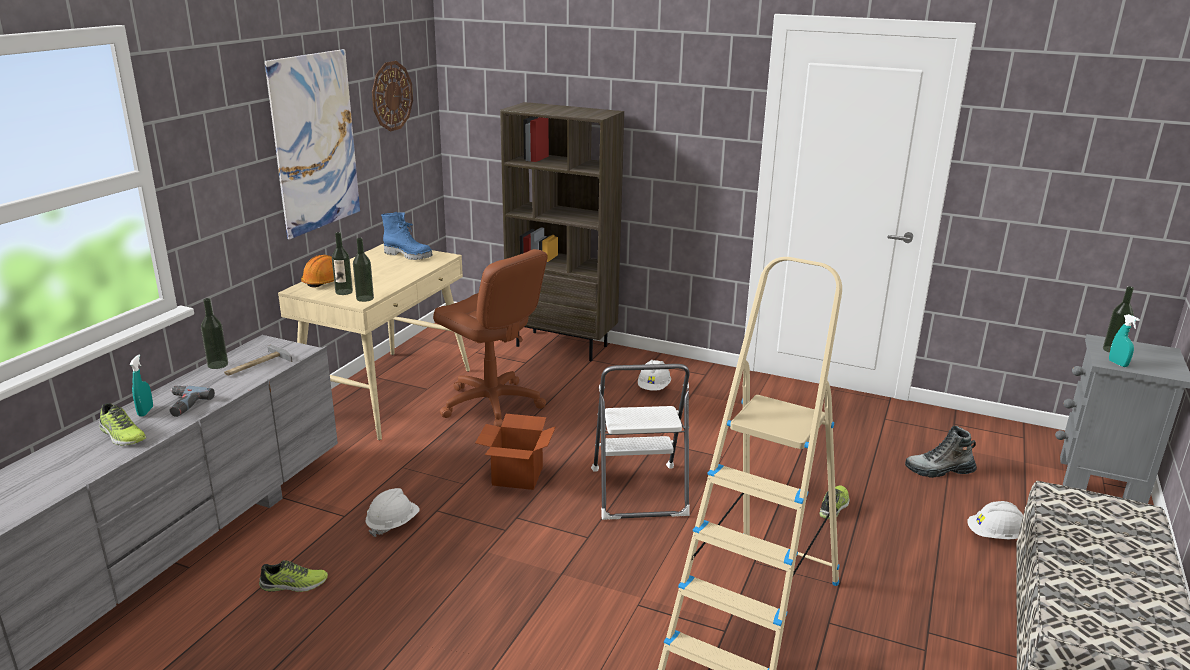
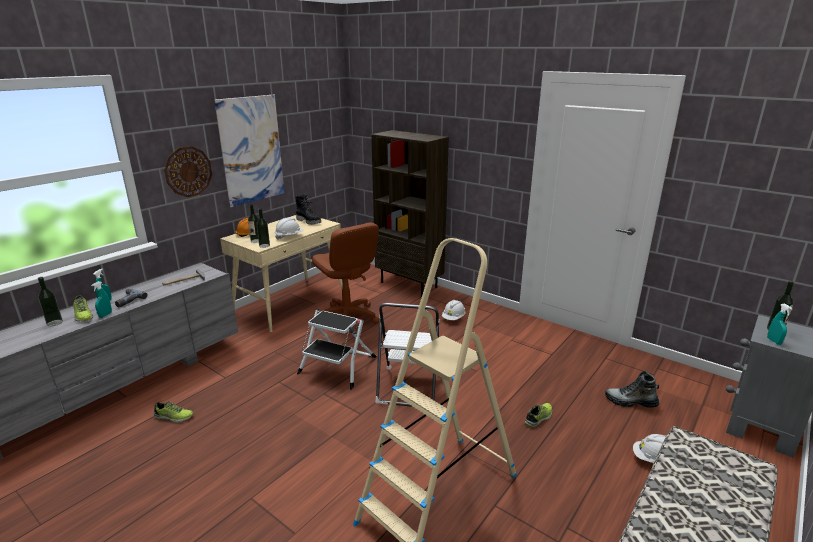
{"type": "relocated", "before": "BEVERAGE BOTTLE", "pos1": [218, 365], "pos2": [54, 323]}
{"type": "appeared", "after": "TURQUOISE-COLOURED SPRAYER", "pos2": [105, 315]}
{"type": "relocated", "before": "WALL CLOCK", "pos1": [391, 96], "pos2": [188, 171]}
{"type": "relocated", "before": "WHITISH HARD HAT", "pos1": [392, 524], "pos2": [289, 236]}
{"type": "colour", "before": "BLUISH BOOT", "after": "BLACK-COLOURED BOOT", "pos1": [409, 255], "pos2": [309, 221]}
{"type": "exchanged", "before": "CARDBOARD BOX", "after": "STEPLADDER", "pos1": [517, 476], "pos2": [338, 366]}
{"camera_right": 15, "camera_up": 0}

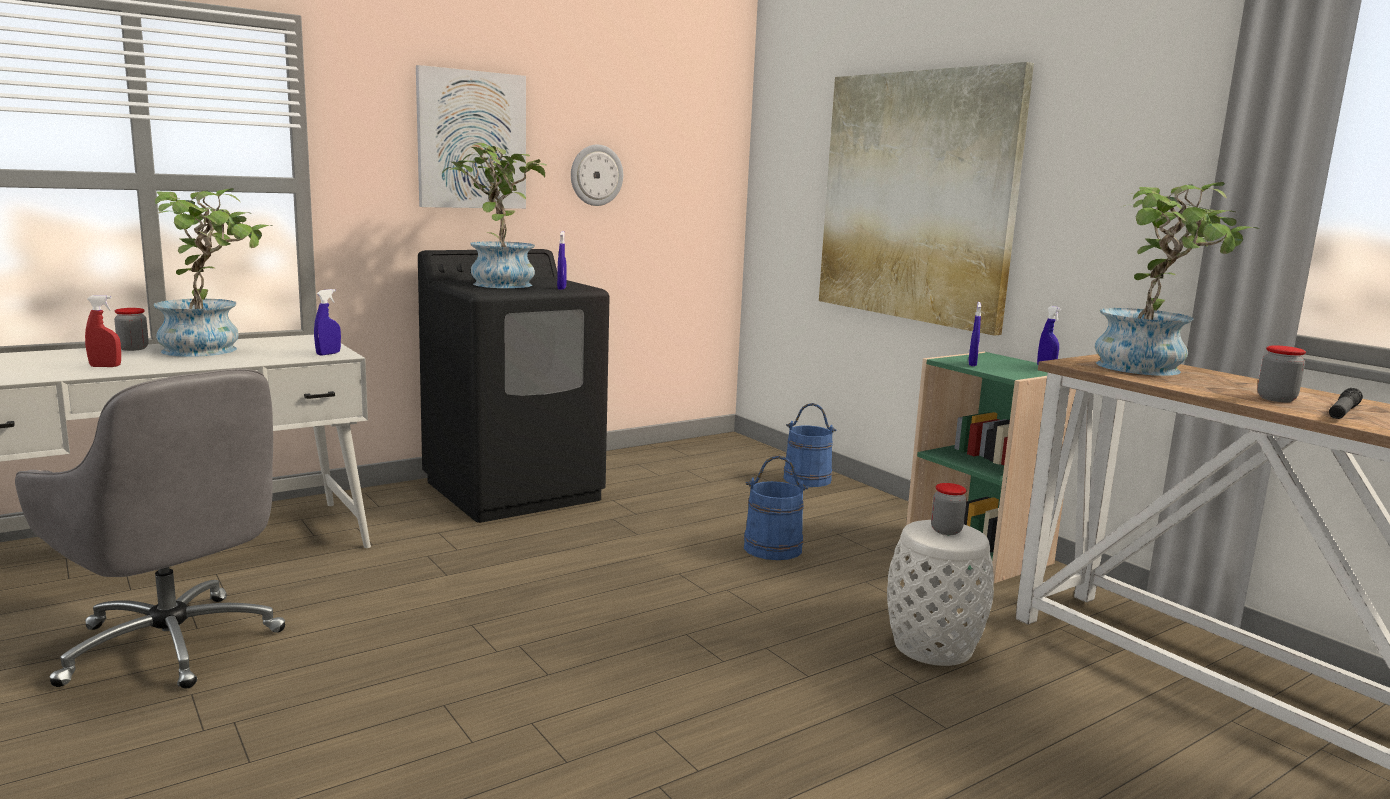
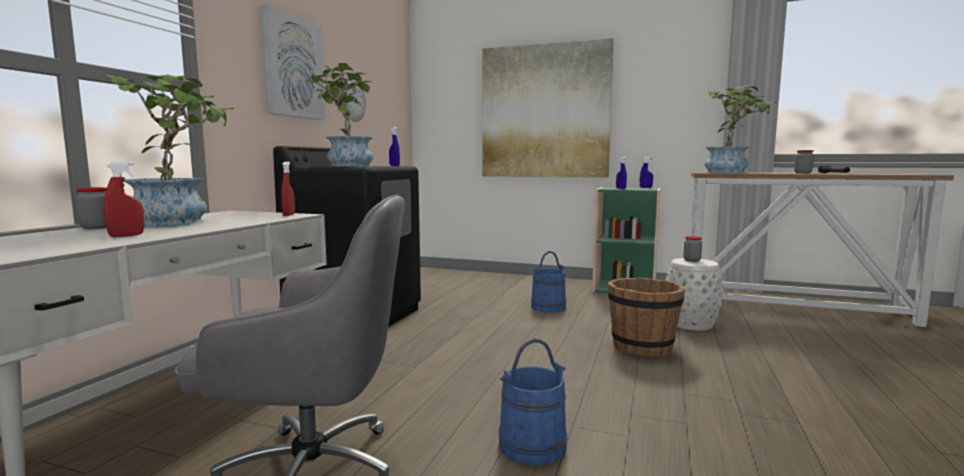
{"type": "colour", "before": "BLUISH SPRAYER", "after": "REDDISH SPRAYER", "pos1": [328, 354], "pos2": [289, 215]}
{"type": "relocated", "before": "BLUISH BUCKET", "pos1": [807, 479], "pos2": [532, 445]}
{"type": "appeared", "after": "BROWN-COLOURED BUCKET", "pos2": [642, 347]}
{"camera_right": -35, "camera_up": -5}

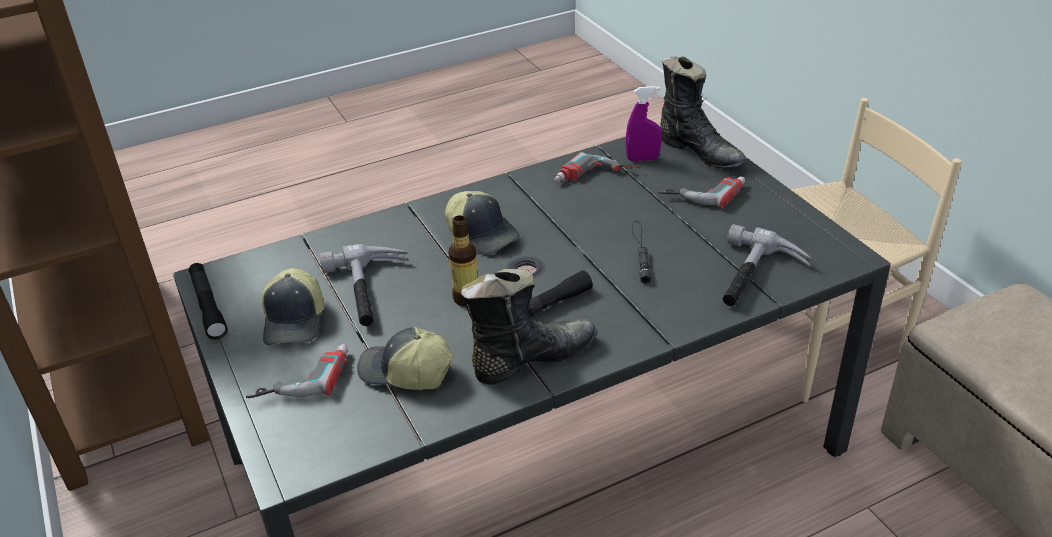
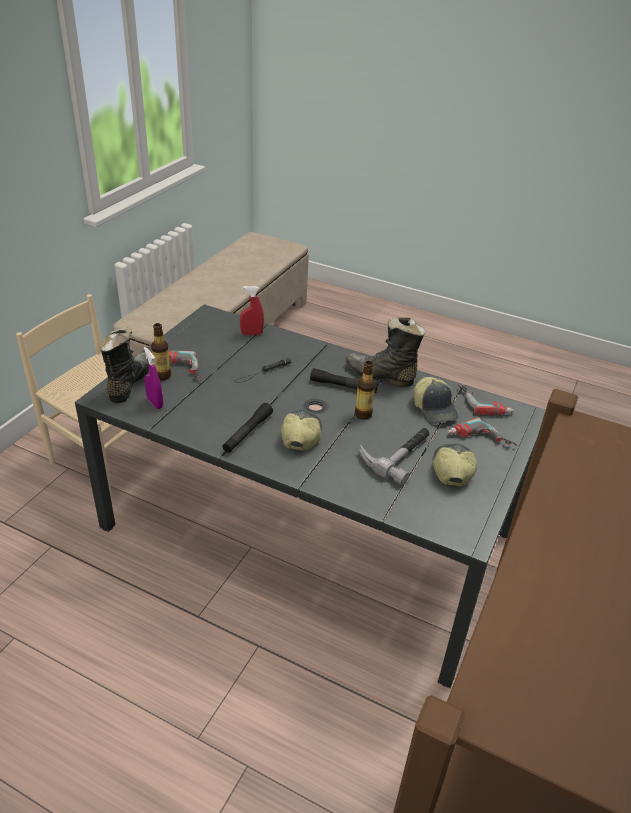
{"type": "appeared", "after": "BEVERAGE BOTTLE", "pos2": [162, 376]}
{"type": "relocated", "before": "BLACK-COLOURED FLASHLIGHT", "pos1": [208, 306], "pos2": [247, 432]}
{"type": "exchanged", "before": "HAMMER", "after": "REDDISH SPRAYER", "pos1": [756, 278], "pos2": [251, 333]}
{"type": "spun", "before": "BASEBALL CAP", "pos1": [296, 321], "pos2": [451, 468], "turn": -45}
{"type": "relocated", "before": "ELECTRIC DRILL", "pos1": [596, 178], "pos2": [484, 402]}
{"camera_right": -130, "camera_up": 0}

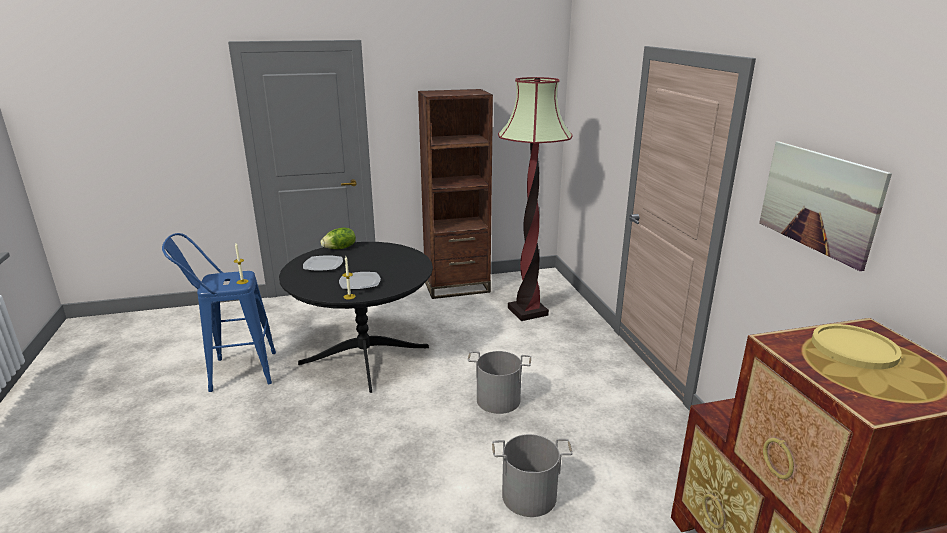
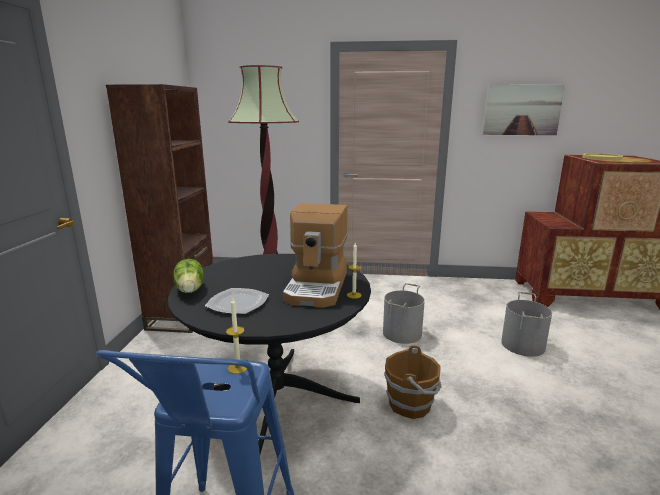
{"type": "exchanged", "before": "DINNER PLATE", "after": "COFFEE MACHINE", "pos1": [360, 282], "pos2": [318, 287]}
{"type": "appeared", "after": "BROWN-COLOURED BUCKET", "pos2": [411, 404]}
{"camera_right": -70, "camera_up": -5}

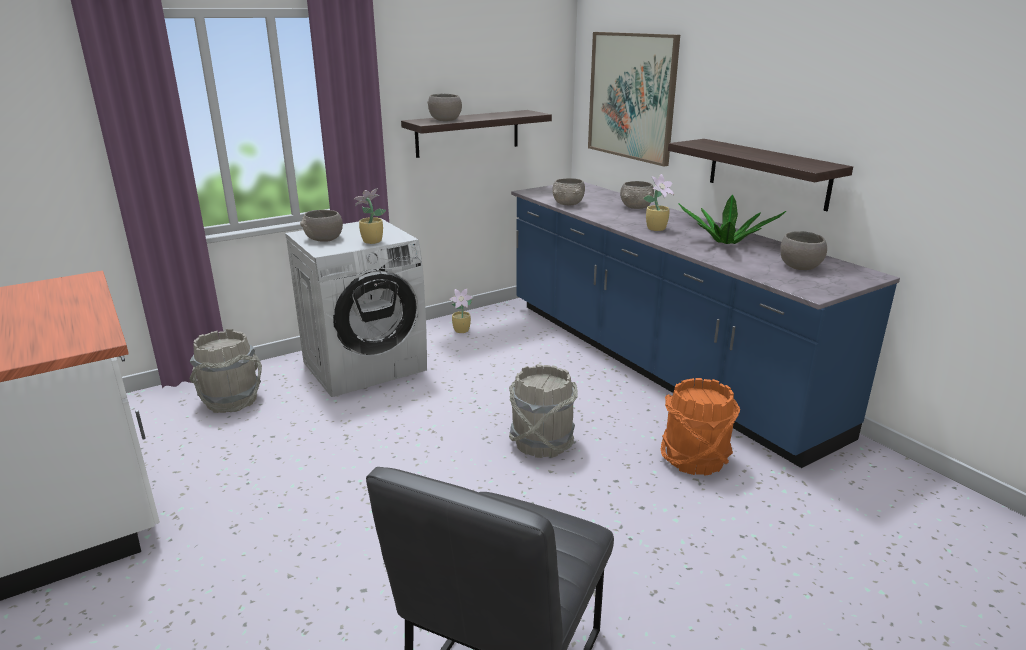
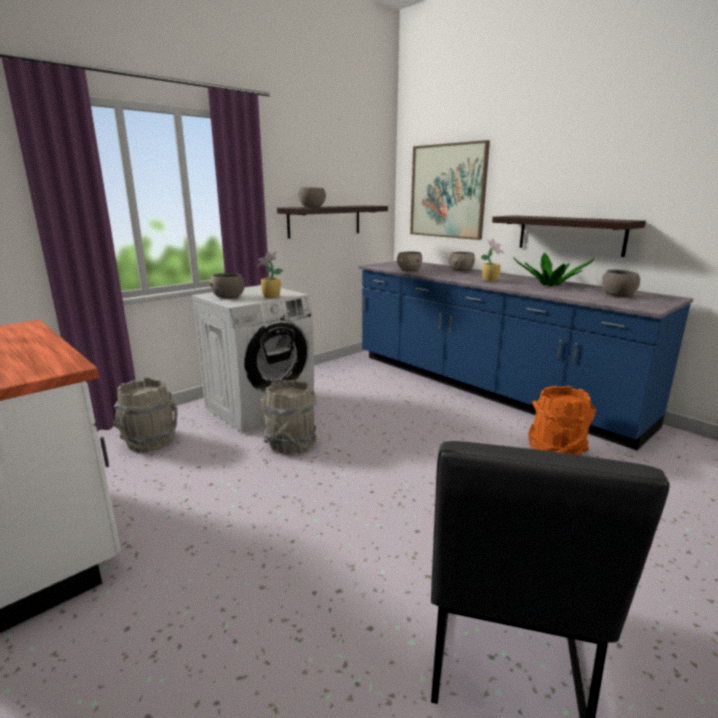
{"type": "relocated", "before": "GRAY BUCKET", "pos1": [542, 443], "pos2": [291, 444]}
{"type": "missing", "before": "POTTED PLANT", "pos1": [462, 330]}
{"camera_right": -10, "camera_up": -5}

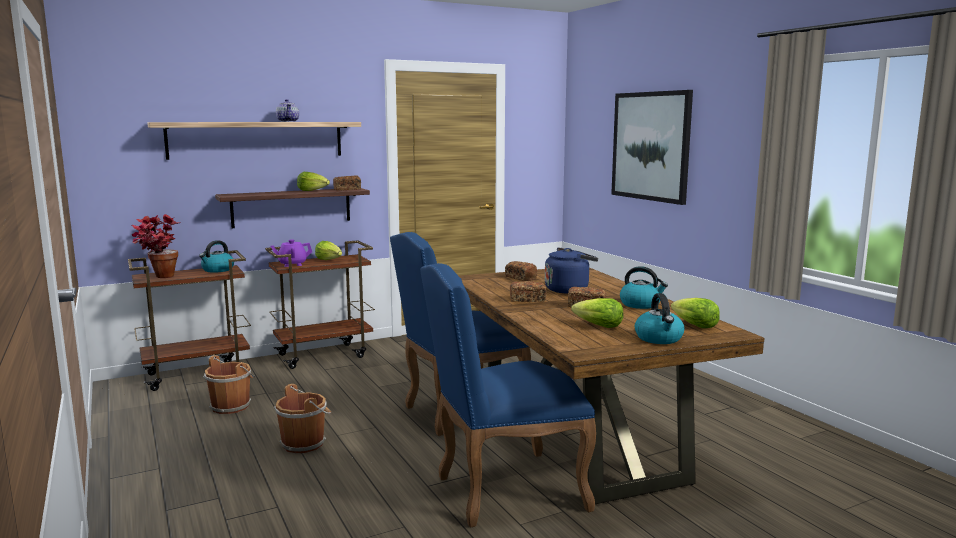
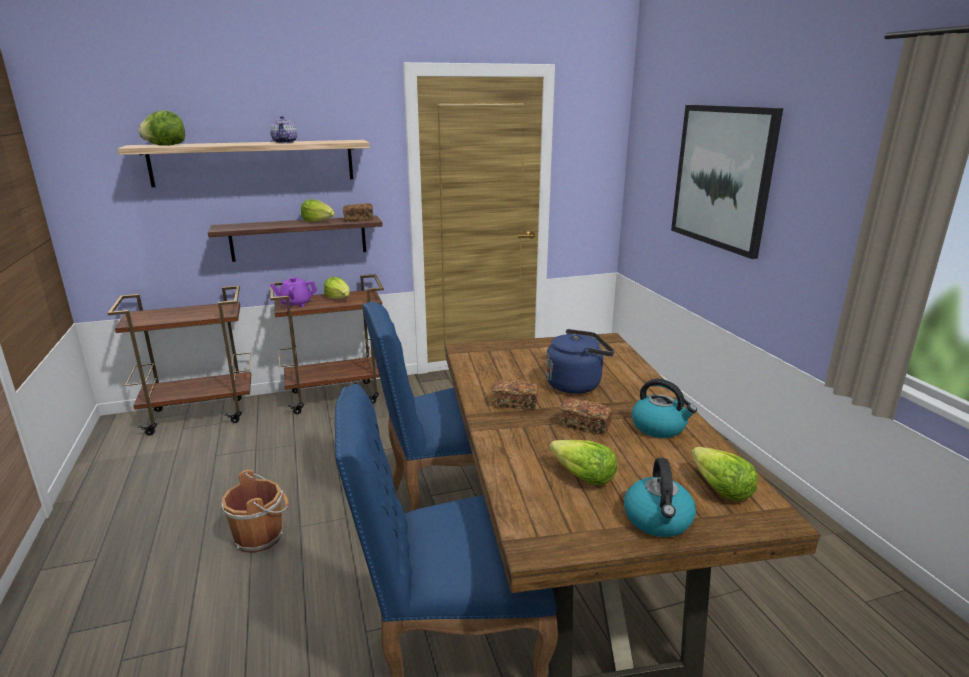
{"type": "appeared", "after": "LETTUCE HEAD", "pos2": [165, 145]}
{"type": "missing", "before": "POTTED PLANT", "pos1": [158, 278]}
{"type": "missing", "before": "WATER KETTLE", "pos1": [217, 270]}
{"type": "missing", "before": "BROWN-COLOURED BUCKET", "pos1": [232, 406]}
{"type": "missing", "before": "BAKED BREAD", "pos1": [520, 278]}
{"camera_right": 10, "camera_up": 10}

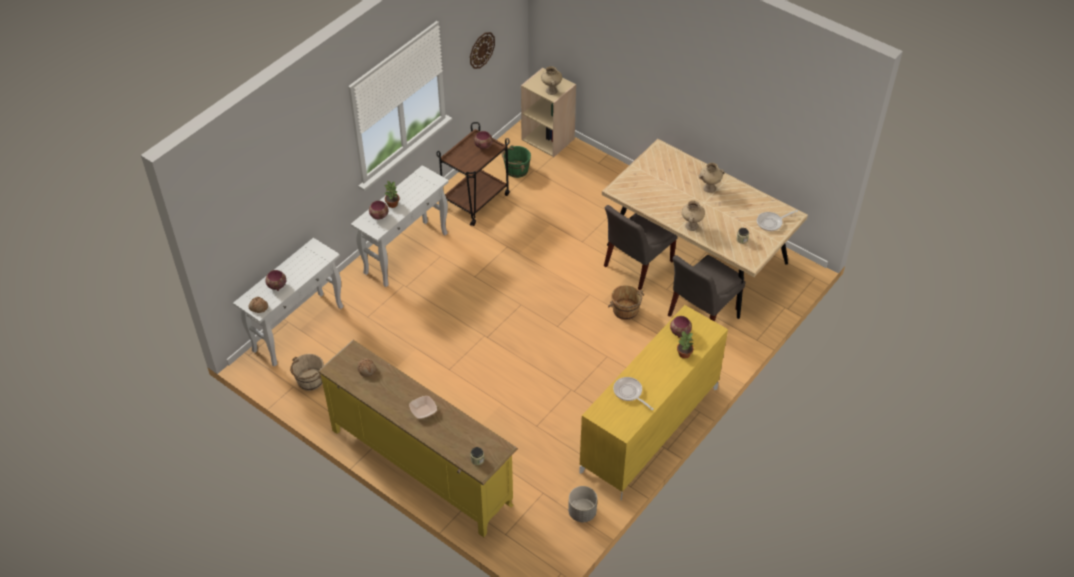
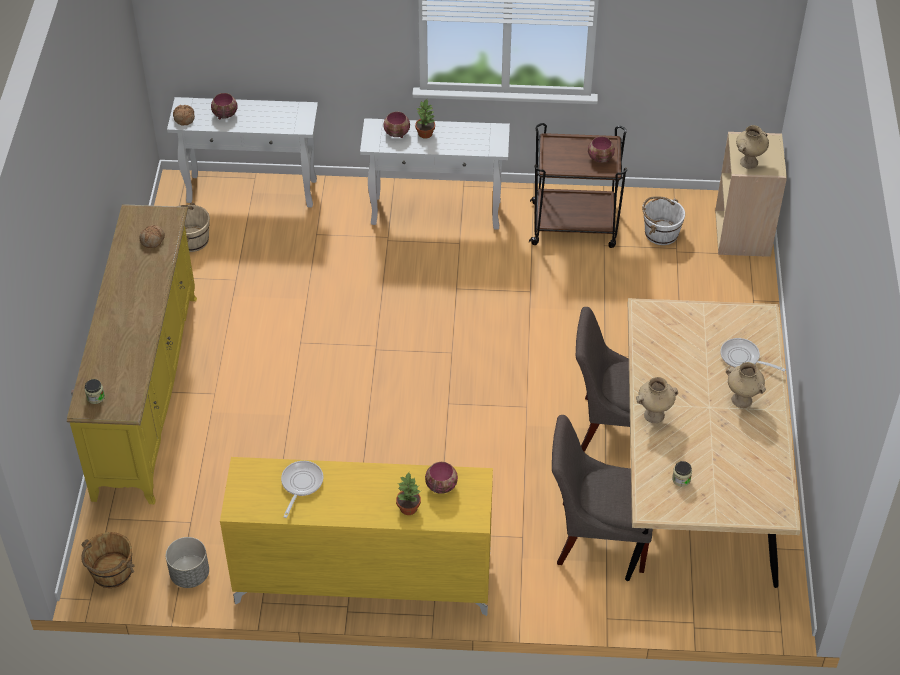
{"type": "relocated", "before": "BROWN-COLOURED BUCKET", "pos1": [625, 311], "pos2": [111, 572]}
{"type": "colour", "before": "GREENISH BUCKET", "after": "WHITISH BUCKET", "pos1": [516, 170], "pos2": [660, 233]}
{"type": "relocated", "before": "FRYING PAN", "pos1": [771, 222], "pos2": [743, 358]}
{"type": "missing", "before": "SERVING BOWL", "pos1": [423, 410]}
{"type": "missing", "before": "WALL CLOCK", "pos1": [481, 50]}
{"camera_right": 55, "camera_up": 0}

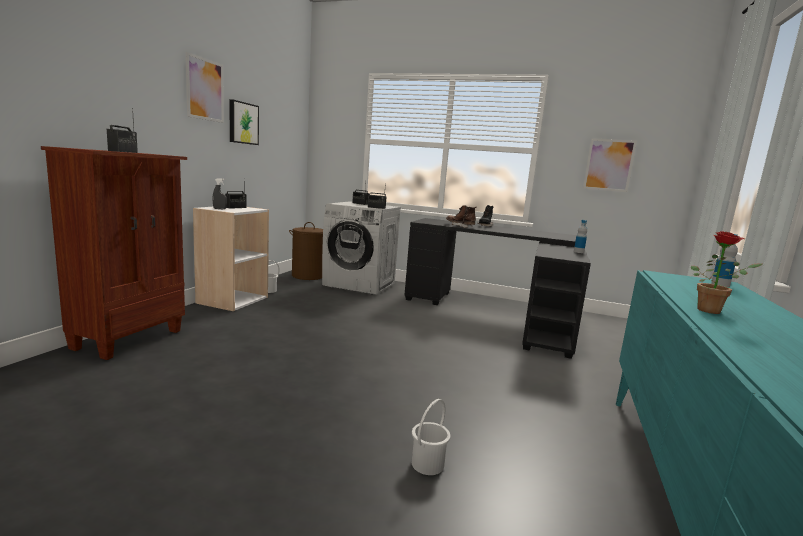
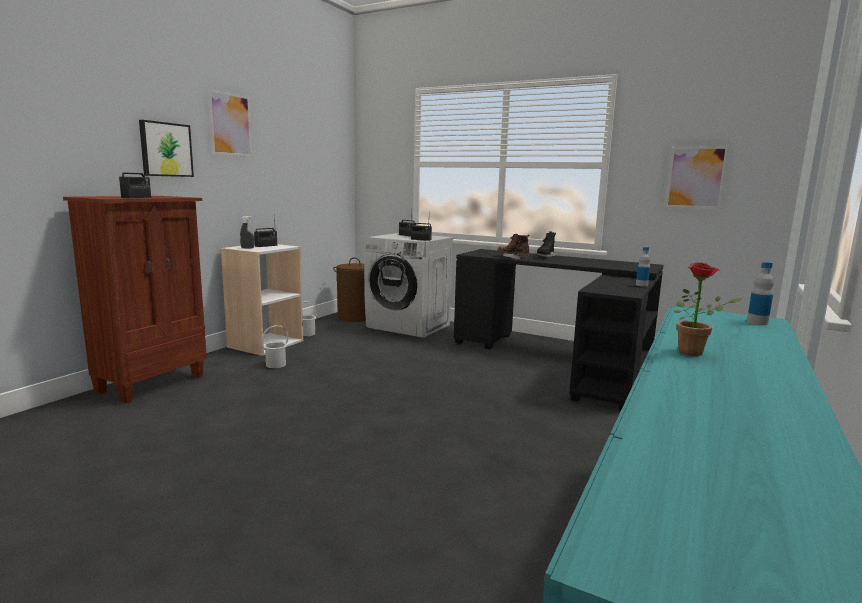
{"type": "relocated", "before": "PICTURE", "pos1": [243, 123], "pos2": [165, 149]}
{"type": "relocated", "before": "WHITISH BUCKET", "pos1": [428, 464], "pos2": [276, 365]}
{"camera_right": 10, "camera_up": 0}

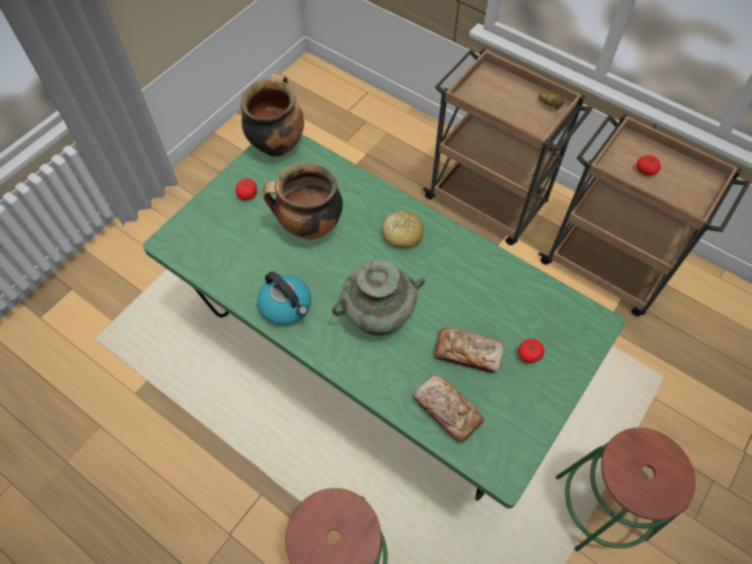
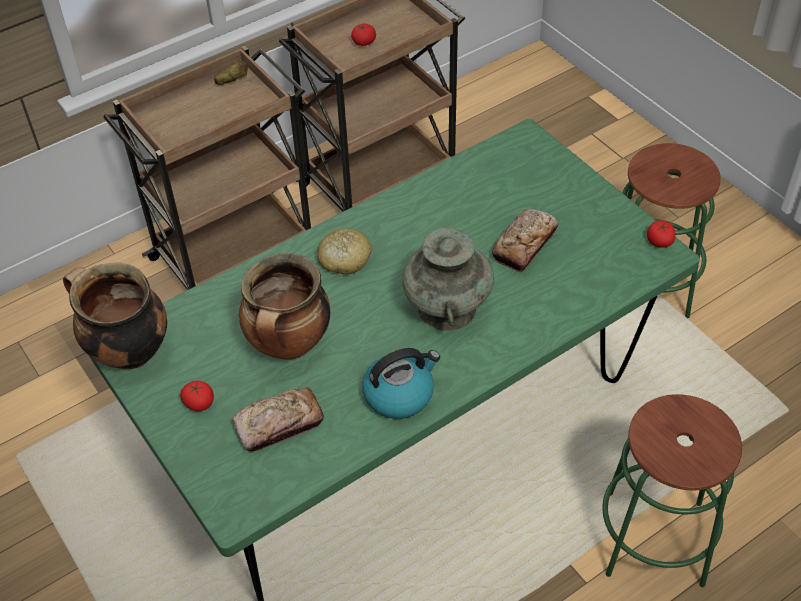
{"type": "relocated", "before": "BAKED BREAD", "pos1": [447, 411], "pos2": [279, 425]}
{"type": "relocated", "before": "WHOLE TOMATO", "pos1": [529, 354], "pos2": [659, 241]}
{"camera_right": -70, "camera_up": -10}

